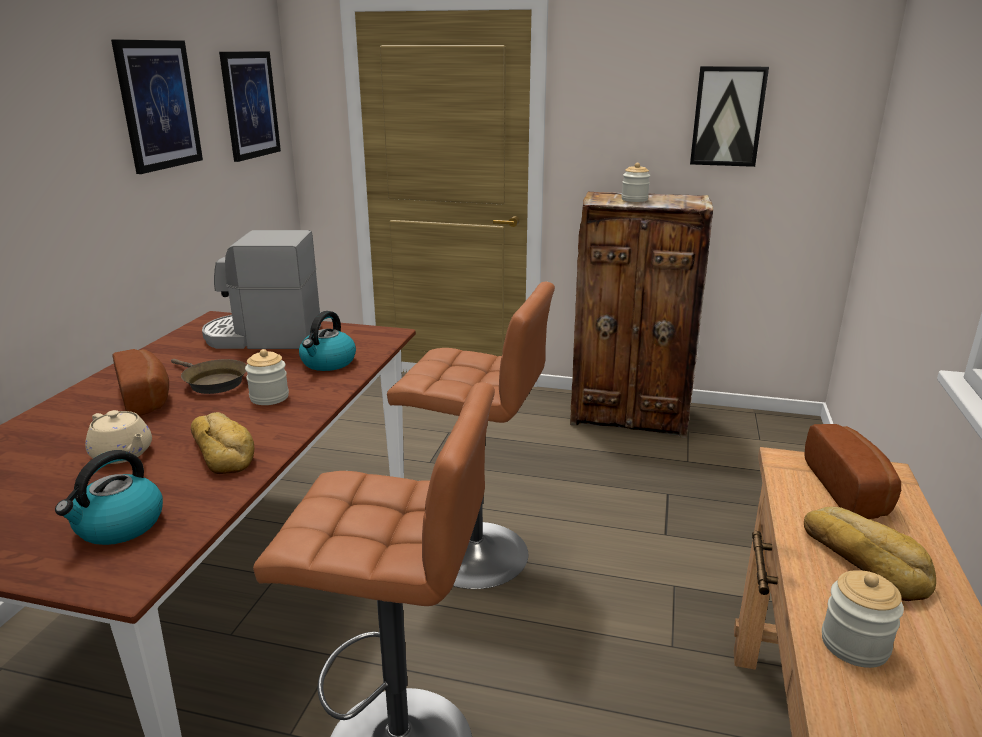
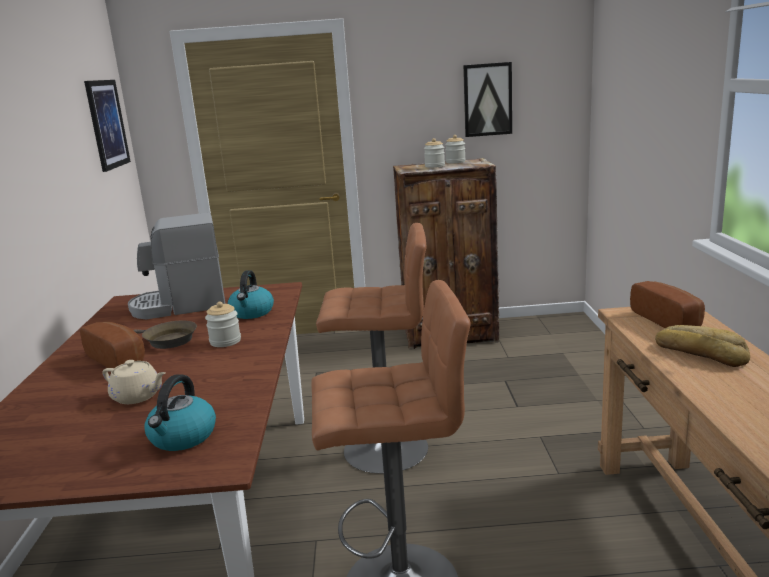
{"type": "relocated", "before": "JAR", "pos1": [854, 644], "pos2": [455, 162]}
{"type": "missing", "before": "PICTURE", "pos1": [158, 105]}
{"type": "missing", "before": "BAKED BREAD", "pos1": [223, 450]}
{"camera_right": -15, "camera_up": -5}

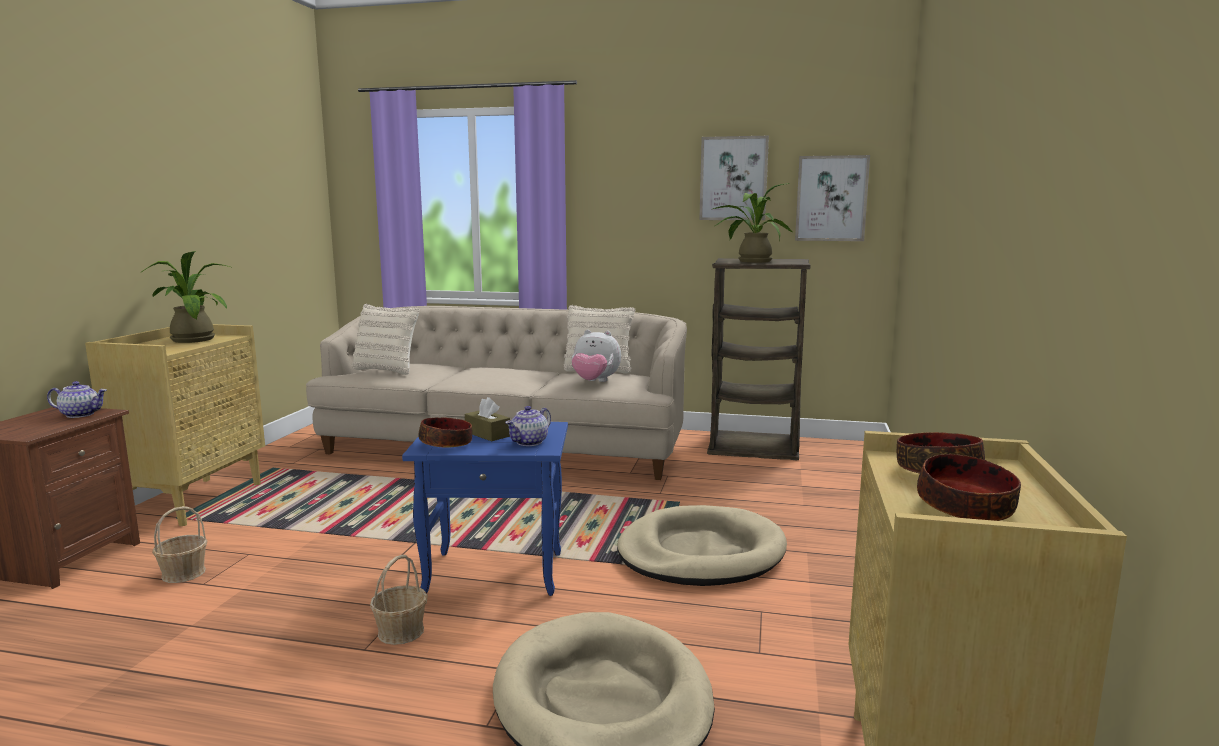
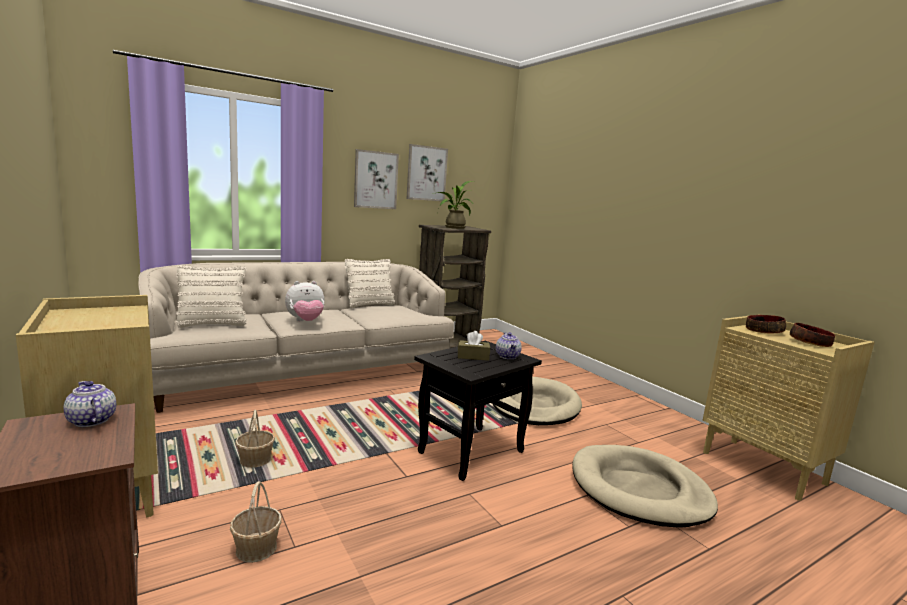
{"type": "spun", "before": "POT FOR TEA", "pos1": [81, 414], "pos2": [90, 420], "turn": -90}
{"type": "relocated", "before": "STORAGE BASKET", "pos1": [401, 631], "pos2": [255, 460]}
{"type": "relocated", "before": "CUDDLY TOY", "pos1": [595, 382], "pos2": [305, 321]}
{"type": "relocated", "before": "PICTURE", "pos1": [831, 198], "pos2": [375, 180]}
{"type": "colour", "before": "BLUISH SIDE TABLE", "after": "BLACK-COLOURED SIDE TABLE", "pos1": [497, 572], "pos2": [471, 451]}
{"type": "missing", "before": "POTTED PLANT", "pos1": [193, 339]}
{"type": "missing", "before": "SERVING BOWL", "pos1": [447, 444]}
{"camera_right": -45, "camera_up": 0}

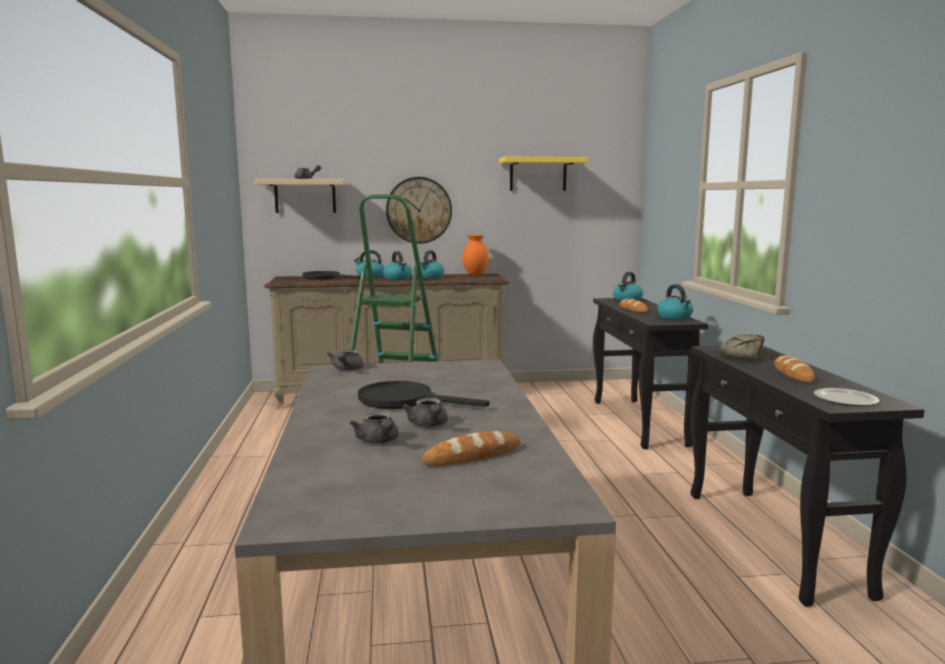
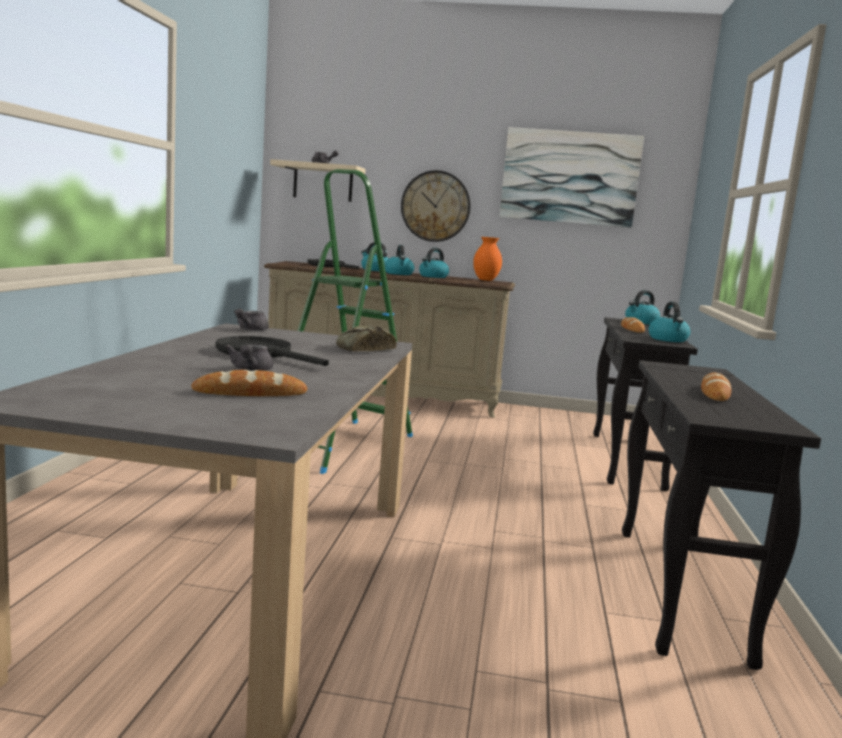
{"type": "relocated", "before": "BAKED BREAD", "pos1": [743, 355], "pos2": [363, 349]}
{"type": "exchanged", "before": "YELLOW WALL SHELF", "after": "PICTURE", "pos1": [538, 174], "pos2": [569, 177]}
{"type": "missing", "before": "GRAY POT FOR TEA", "pos1": [378, 442]}
{"type": "missing", "before": "DINNER PLATE", "pos1": [844, 399]}
{"camera_right": 15, "camera_up": 0}

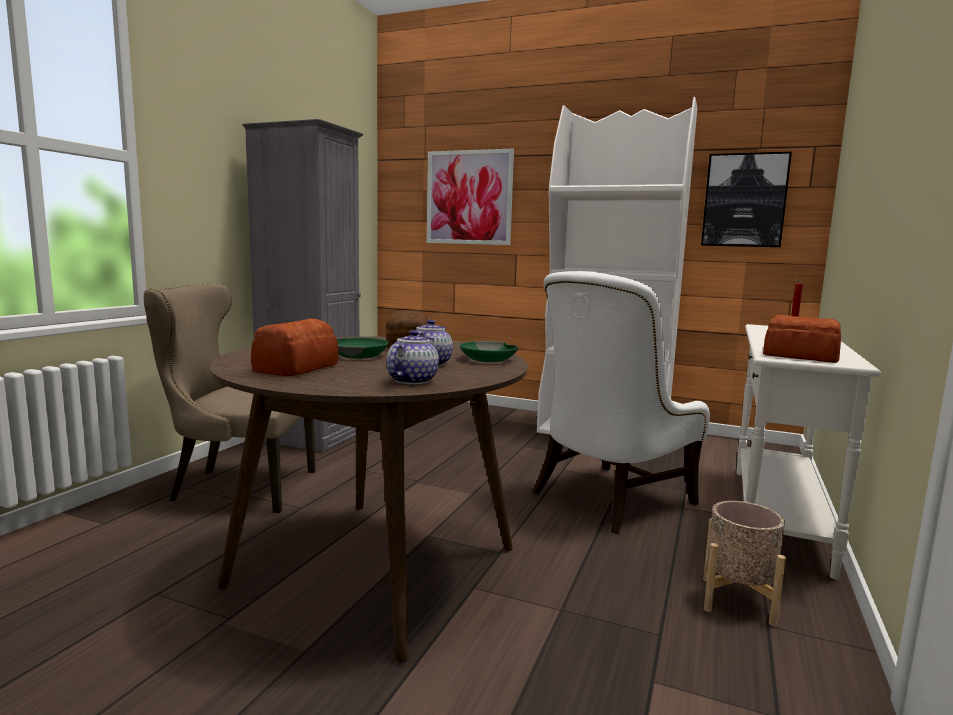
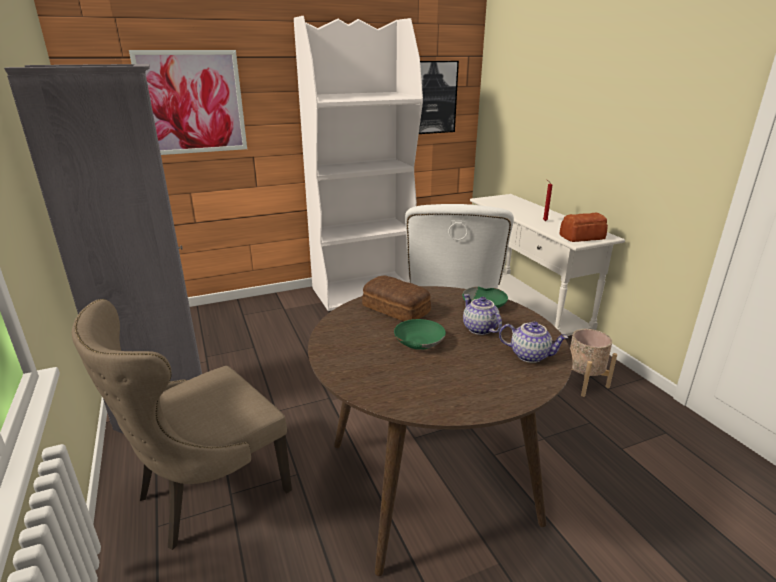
{"type": "spun", "before": "POT FOR TEA", "pos1": [411, 380], "pos2": [530, 355], "turn": 135}
{"type": "missing", "before": "BAKED BREAD", "pos1": [294, 368]}
{"camera_right": -45, "camera_up": 15}

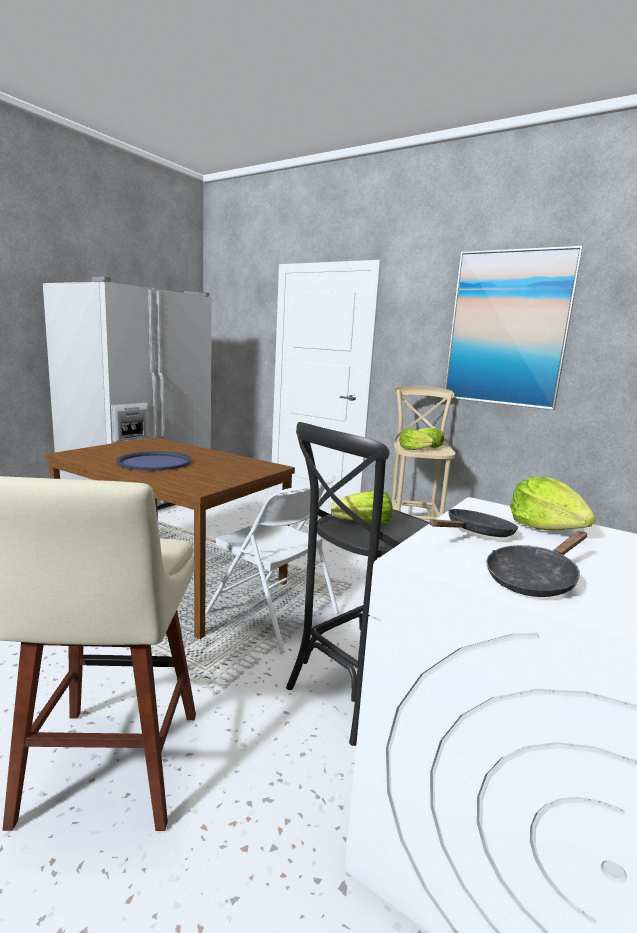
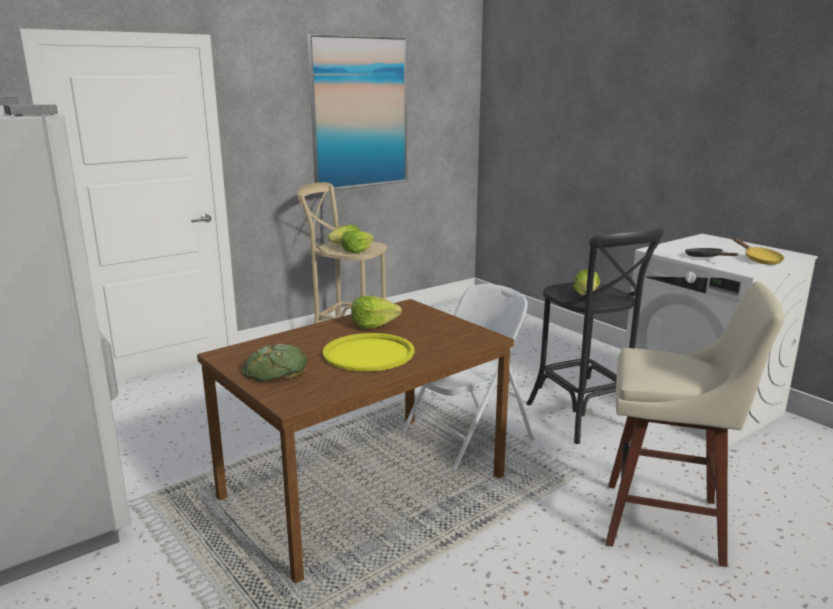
{"type": "appeared", "after": "BAKED BREAD", "pos2": [276, 370]}
{"type": "colour", "before": "BLUISH TRAY", "after": "YELLOW TRAY", "pos1": [154, 462], "pos2": [369, 353]}
{"type": "relocated", "before": "LETTUCE HEAD", "pos1": [546, 527], "pos2": [373, 325]}
{"type": "colour", "before": "BLACK-COLOURED FRYING PAN", "after": "YELLOW FRYING PAN", "pos1": [534, 579], "pos2": [759, 260]}
{"camera_right": -70, "camera_up": 5}

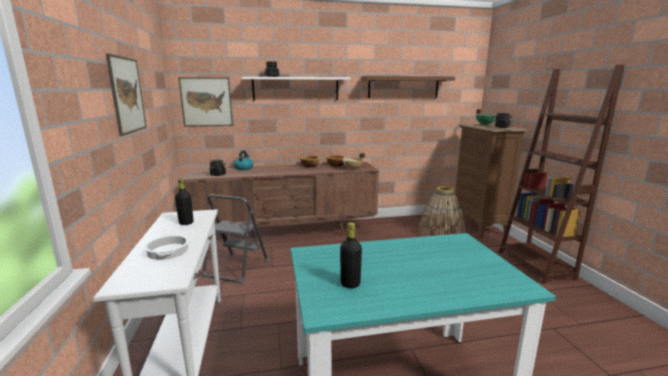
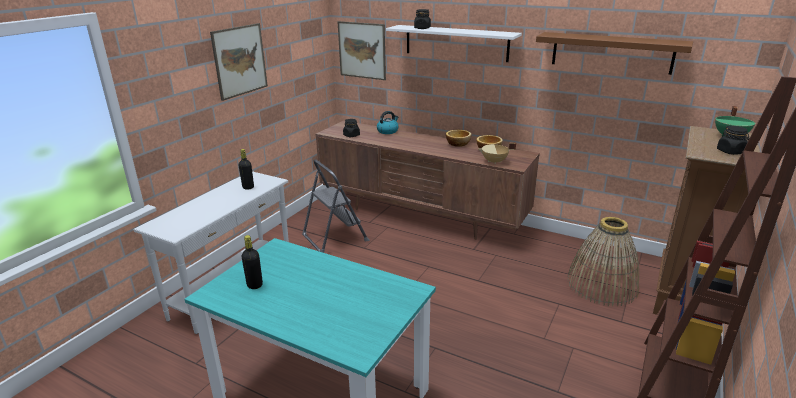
{"type": "missing", "before": "SAUCEPOT", "pos1": [168, 251]}
{"camera_right": 40, "camera_up": 10}

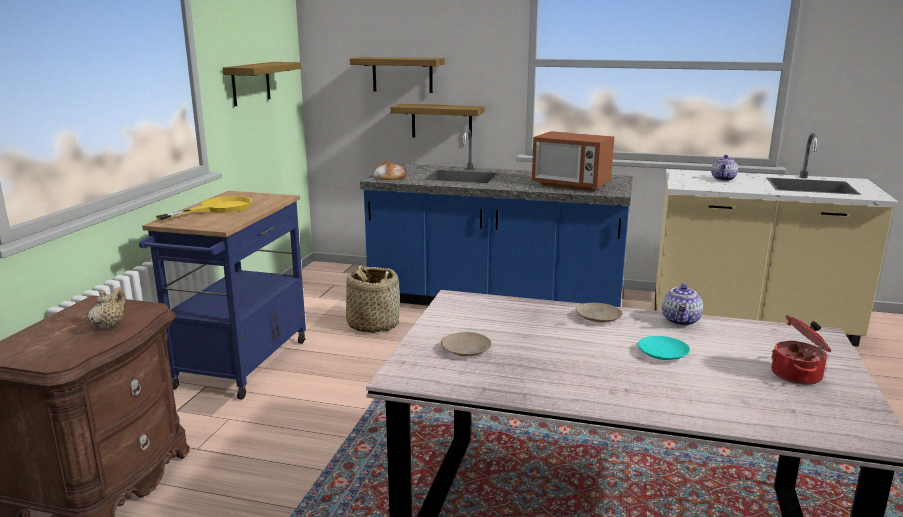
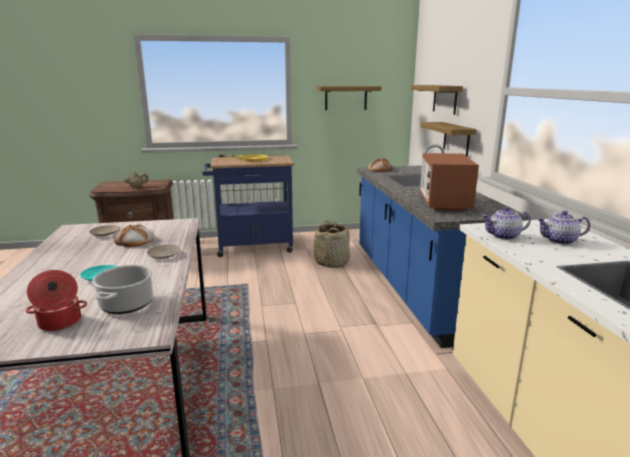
{"type": "appeared", "after": "SAUCEPOT", "pos2": [127, 304]}
{"type": "appeared", "after": "BAKED BREAD", "pos2": [135, 241]}
{"type": "relocated", "before": "POT FOR TEA", "pos1": [681, 321], "pos2": [503, 236]}
{"camera_right": 65, "camera_up": 0}

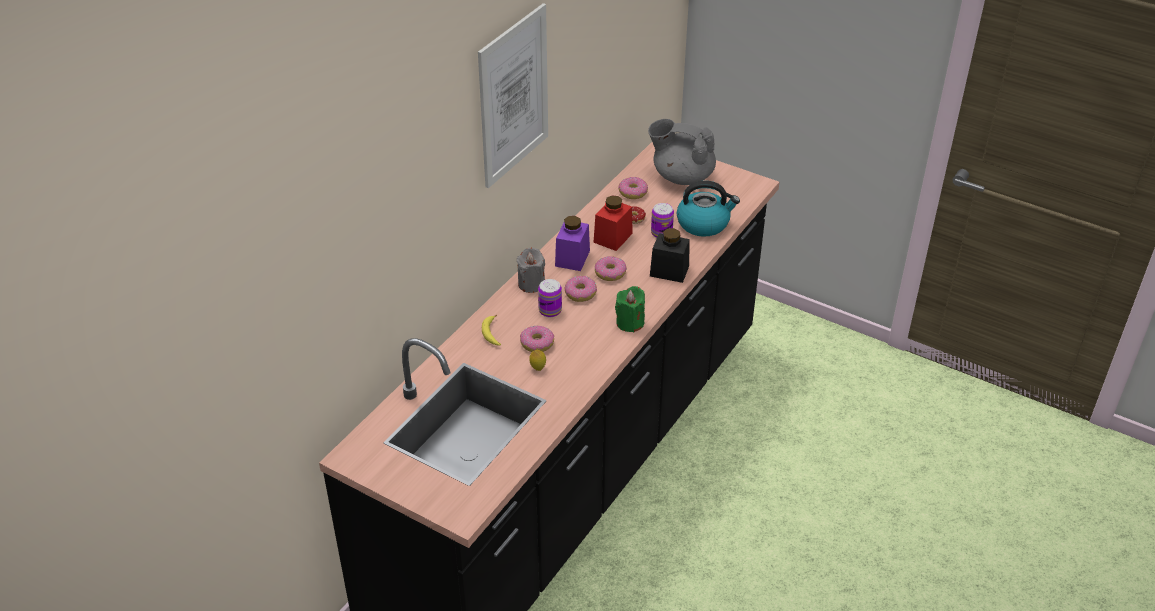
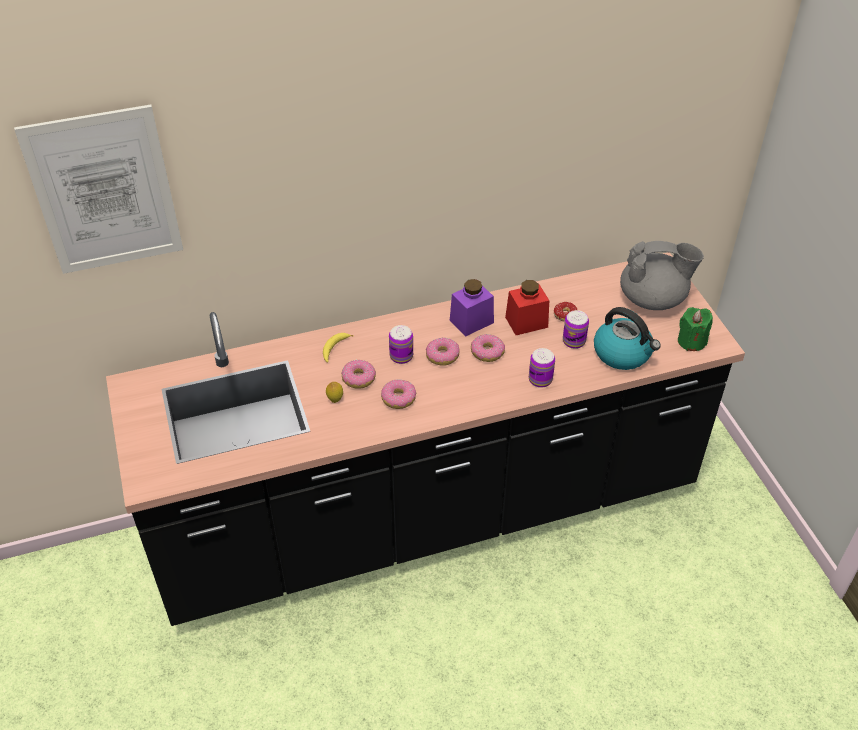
{"type": "relocated", "before": "PICTURE", "pos1": [513, 96], "pos2": [104, 191]}
{"type": "relocated", "before": "DOUGHNUT", "pos1": [633, 192], "pos2": [398, 398]}
{"type": "exchanged", "before": "BLACK-COLOURED JAR", "after": "CAN", "pos1": [669, 271], "pos2": [540, 379]}
{"type": "spun", "before": "GRAY POT FOR TEA", "pos1": [681, 176], "pos2": [653, 299], "turn": 120}
{"type": "relocated", "before": "GREENISH WAX LIGHT", "pos1": [630, 323], "pos2": [691, 341]}
{"type": "missing", "before": "GRAY WAX LIGHT", "pos1": [531, 284]}
{"camera_right": 40, "camera_up": 5}

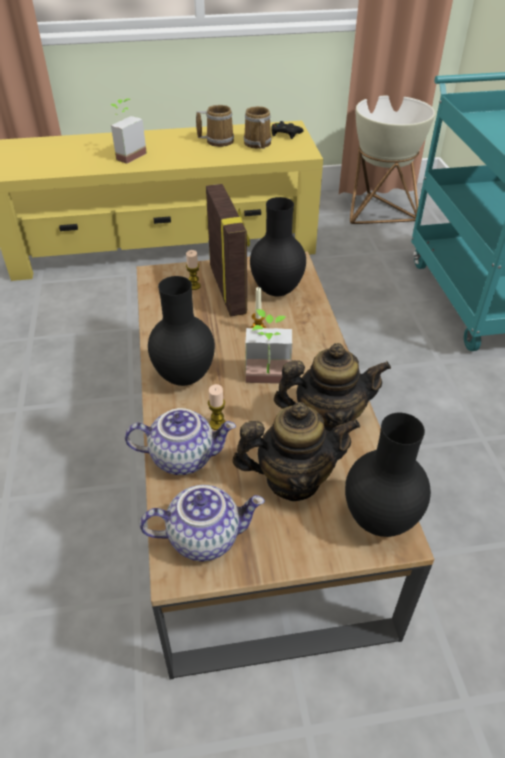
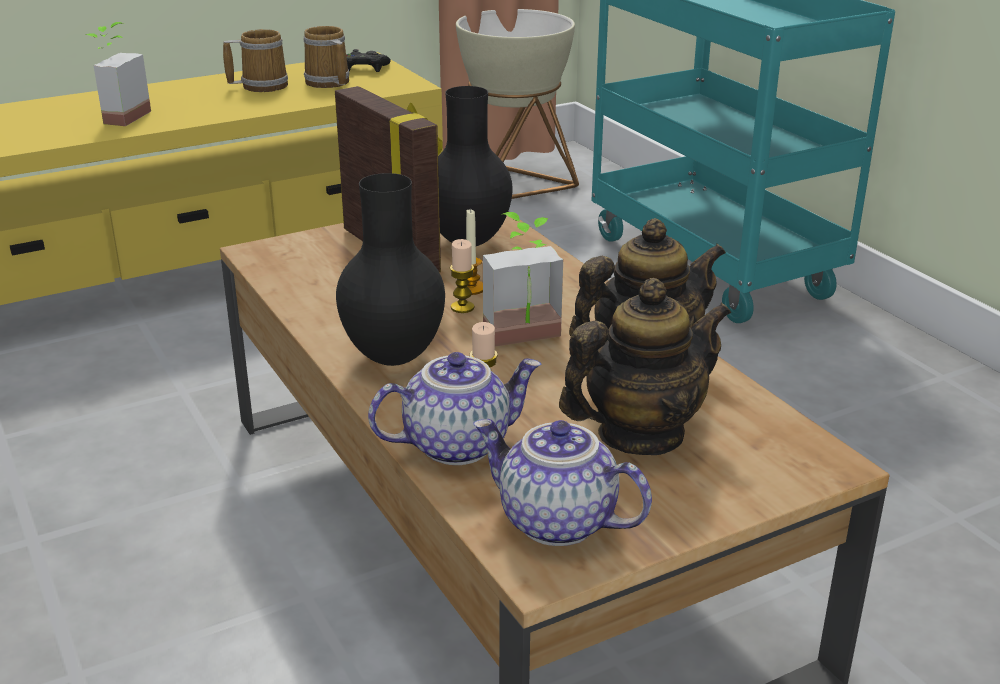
{"type": "relocated", "before": "WAX LIGHT", "pos1": [194, 286], "pos2": [462, 307]}
{"type": "spun", "before": "POT FOR TEA", "pos1": [205, 536], "pos2": [554, 523], "turn": -120}
{"type": "missing", "before": "BLACK-COLOURED VASE", "pos1": [377, 519]}
{"camera_right": -20, "camera_up": -15}

